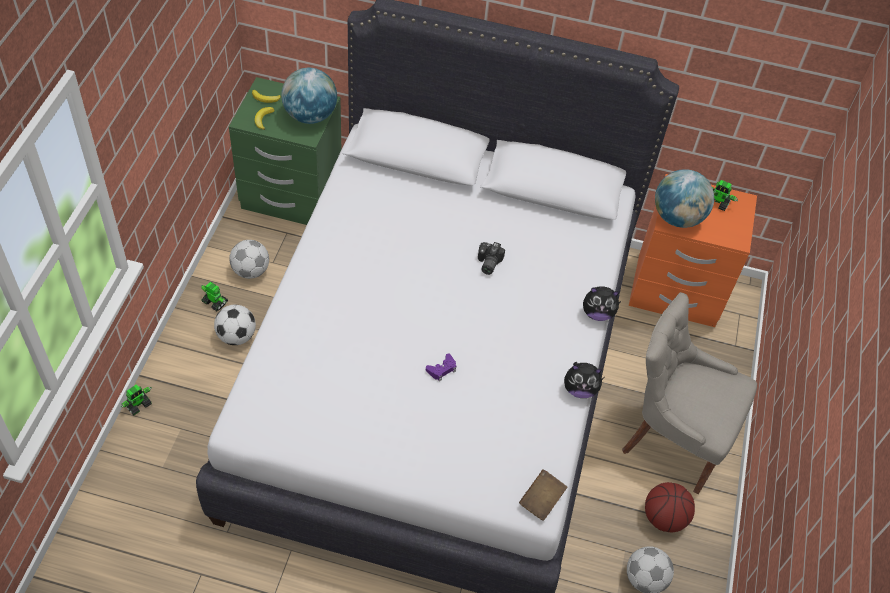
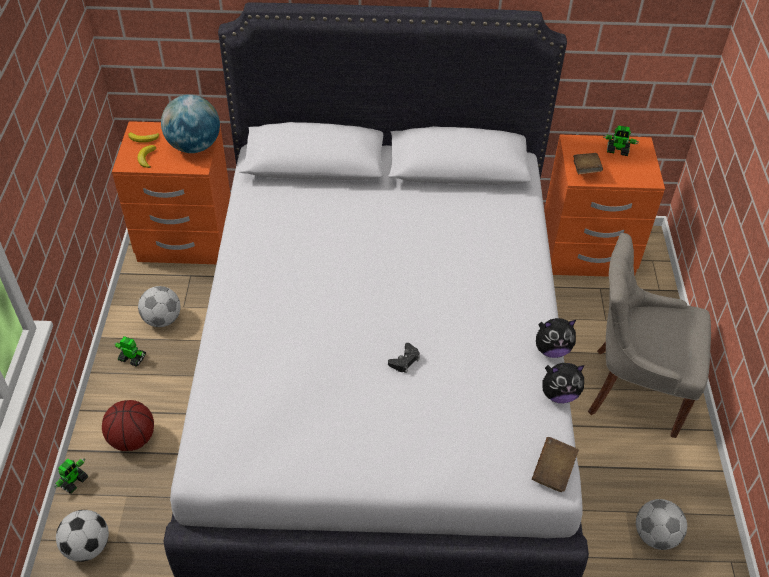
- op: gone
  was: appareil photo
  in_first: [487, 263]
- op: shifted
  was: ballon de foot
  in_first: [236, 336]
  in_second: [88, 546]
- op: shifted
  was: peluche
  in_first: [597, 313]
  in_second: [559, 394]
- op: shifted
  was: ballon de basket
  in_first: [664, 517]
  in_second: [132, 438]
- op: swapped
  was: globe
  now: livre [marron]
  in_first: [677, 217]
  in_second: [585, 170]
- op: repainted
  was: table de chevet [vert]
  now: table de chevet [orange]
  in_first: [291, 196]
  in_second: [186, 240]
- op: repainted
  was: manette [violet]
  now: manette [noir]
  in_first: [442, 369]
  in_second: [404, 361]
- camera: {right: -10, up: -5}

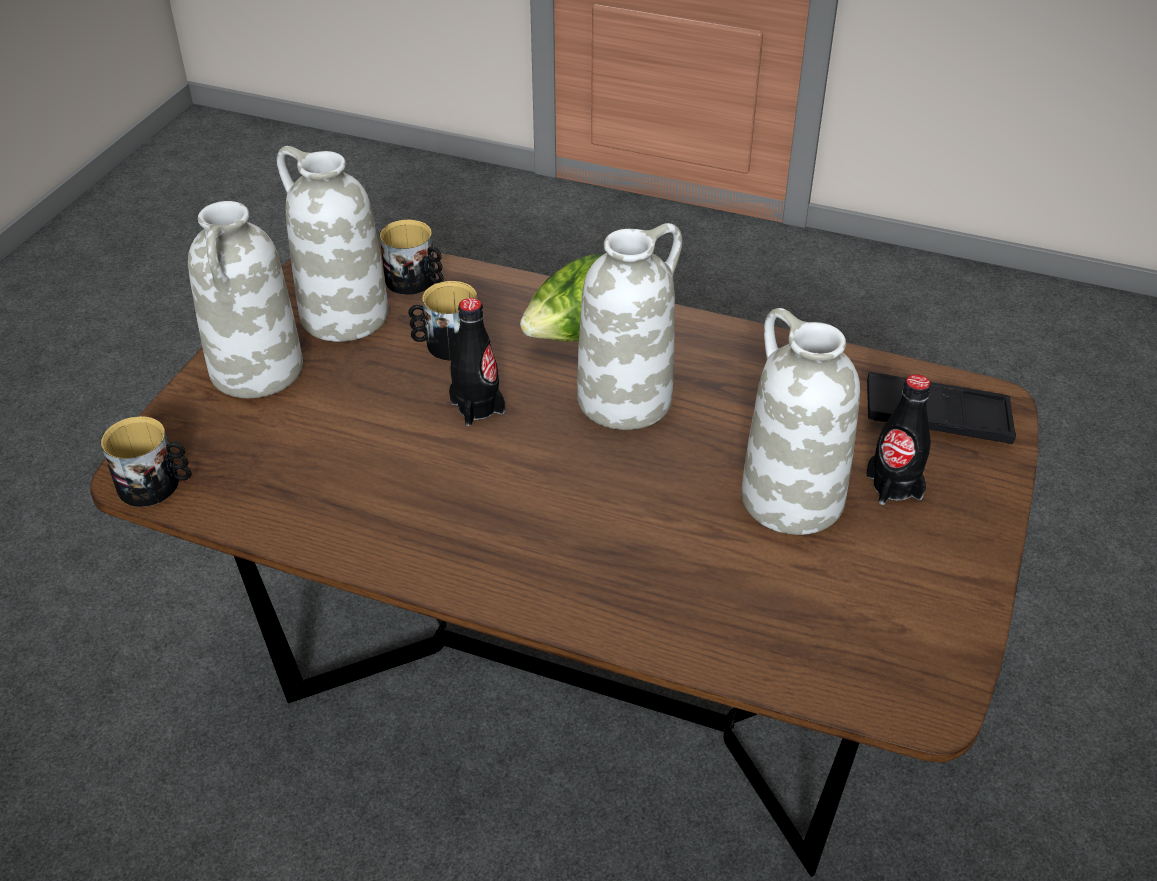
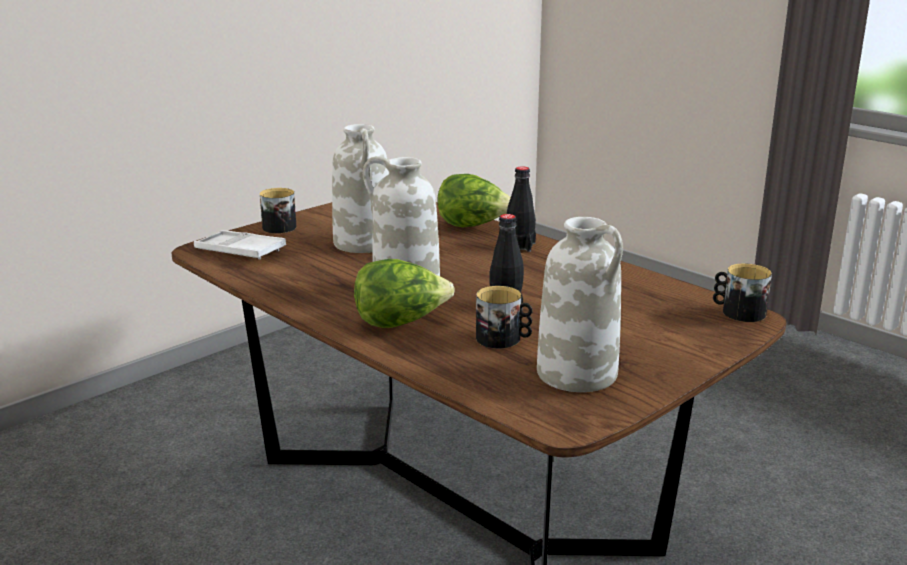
- op: gone
  was: vase [blanc]
  in_first: [257, 371]
- op: new
  now: laitue
  in_second: [473, 226]
- op: shifted
  was: mug
  in_first: [416, 281]
  in_second: [277, 226]
- op: shifted
  was: bouteille [noir]
  in_first: [894, 486]
  in_second: [520, 246]
- op: repainted
  was: plateau [noir]
  now: plateau [blanc]
  in_first: [937, 417]
  in_second: [240, 251]
- camera: {right: -155, up: -20}

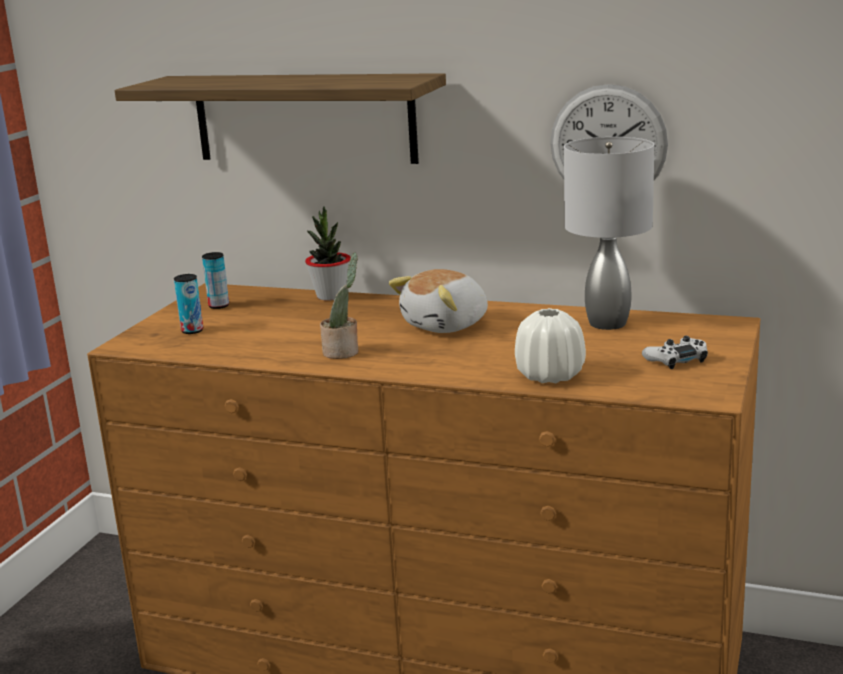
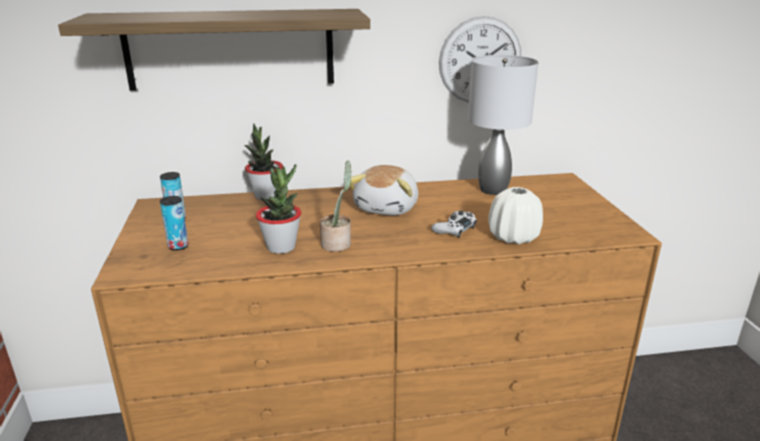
- op: new
  now: plante en pot
  in_second: [281, 247]
- op: shifted
  was: manette [blanc]
  in_first: [676, 360]
  in_second: [454, 229]
- camera: {right: -30, up: 5}

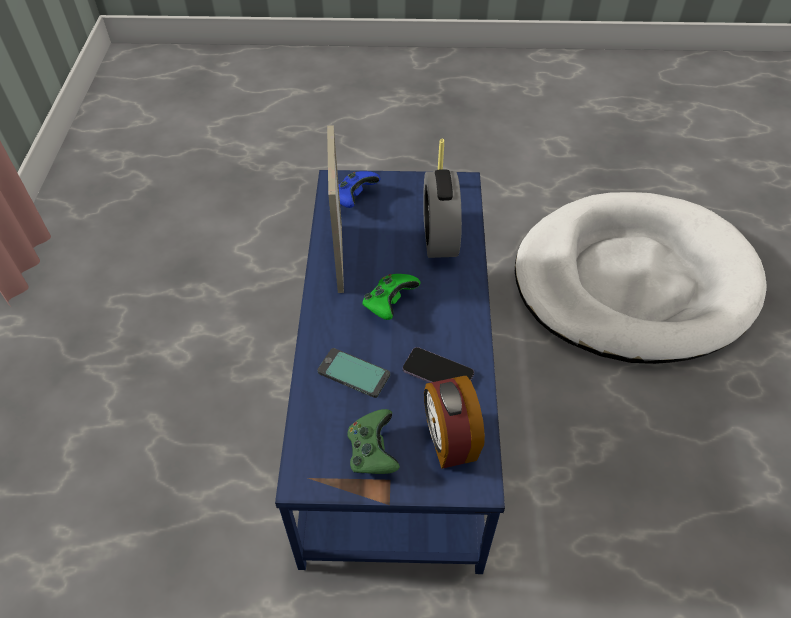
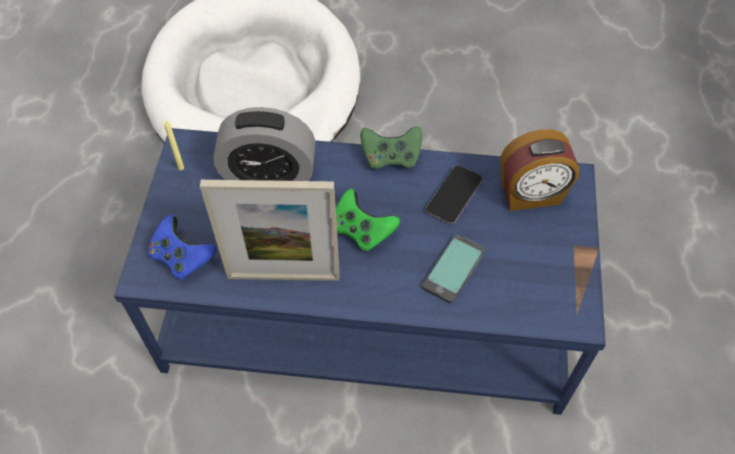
- op: shifted
  was: manette [vert]
  in_first: [372, 452]
  in_second: [391, 157]
- camera: {right: -85, up: 5}

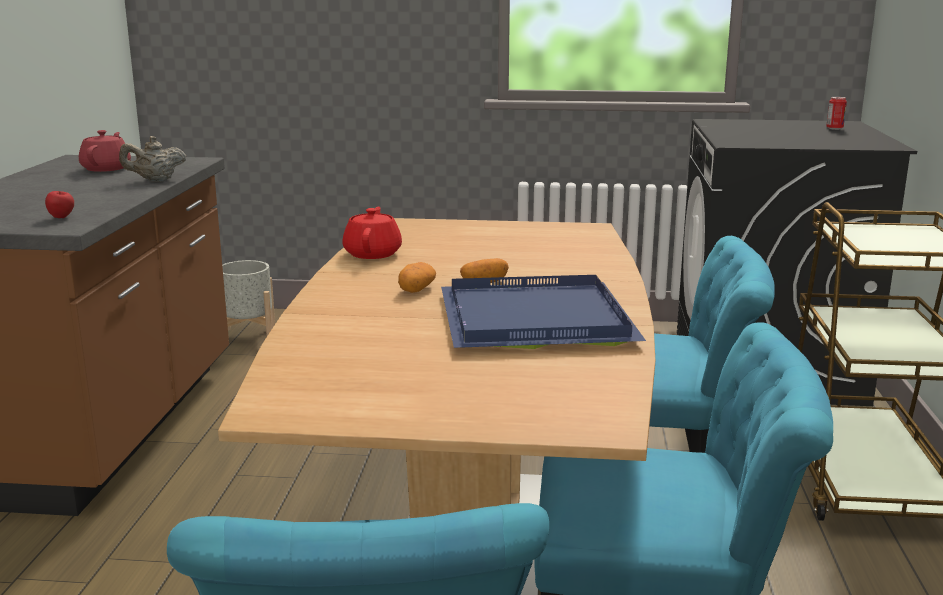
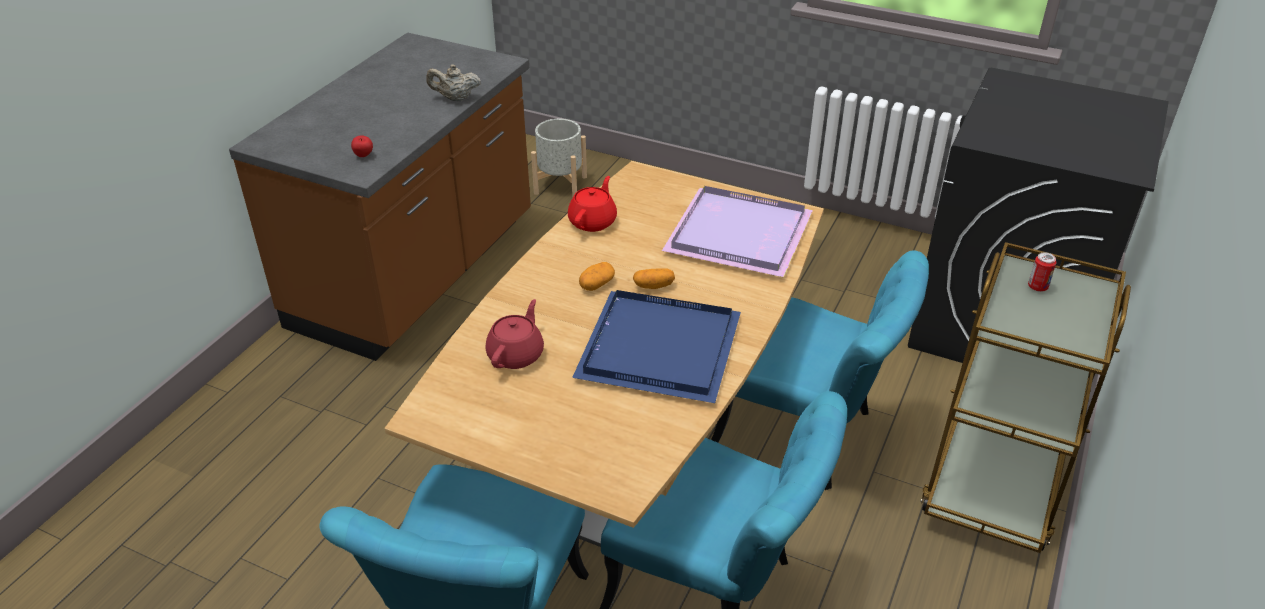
- op: new
  now: plateau [violet]
  in_second: [740, 236]
- op: shifted
  was: théière [rouge]
  in_first: [107, 168]
  in_second: [516, 354]
- op: shifted
  was: boîte métallique
  in_first: [834, 128]
  in_second: [1037, 287]
- camera: {right: 20, up: 20}

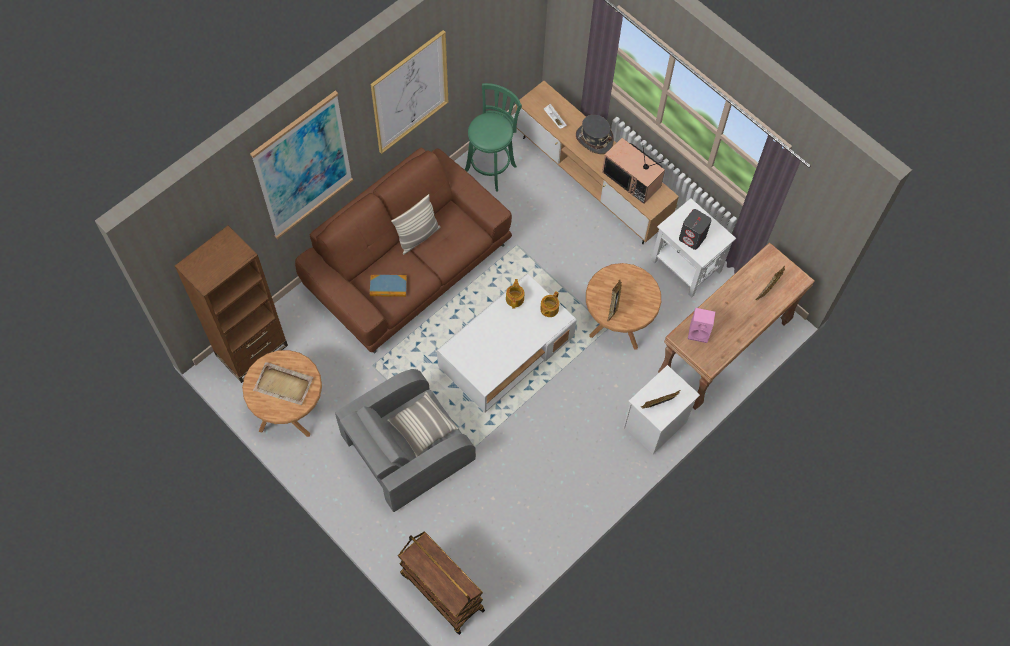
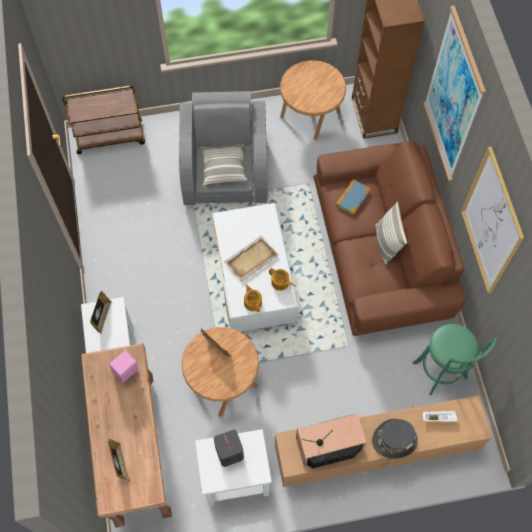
- op: shifted
  was: plateau [beige]
  in_first: [284, 385]
  in_second: [251, 259]
- camera: {right: 125, up: 0}

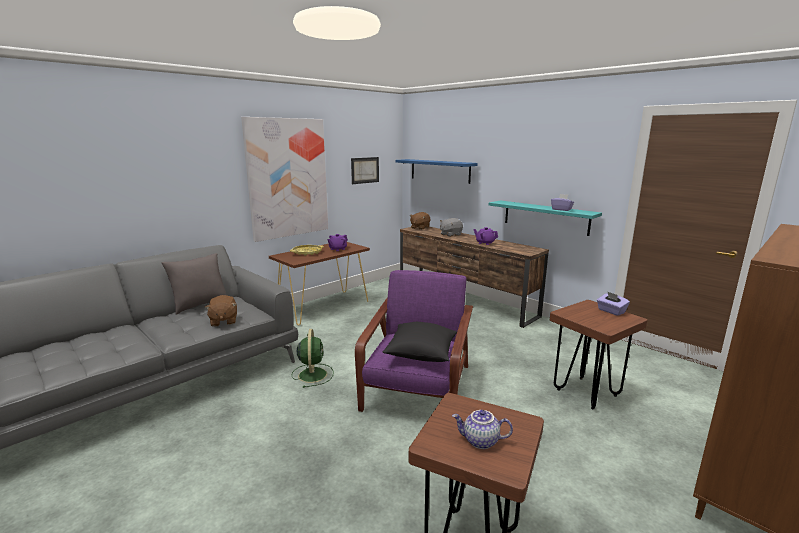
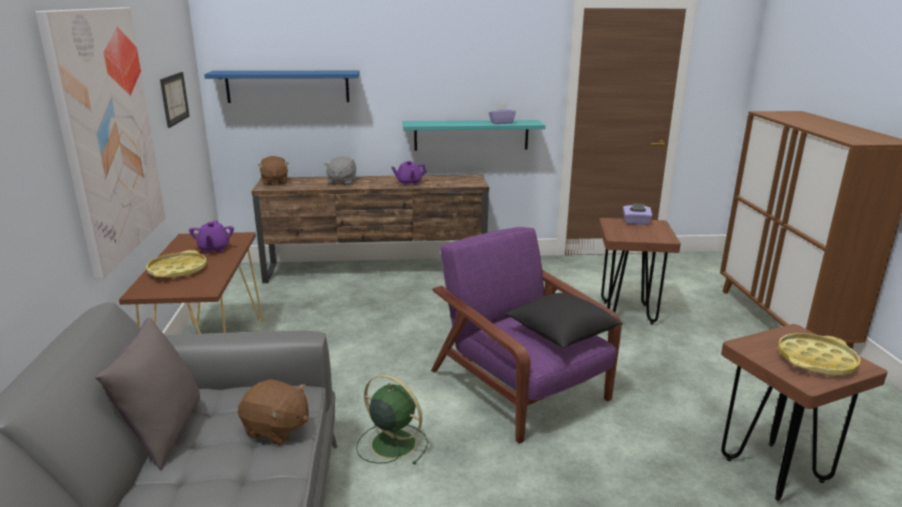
- op: swapped
  was: théière
  now: plateau [jaune]
  in_first: [480, 441]
  in_second: [816, 360]
- camera: {right: -50, up: 5}

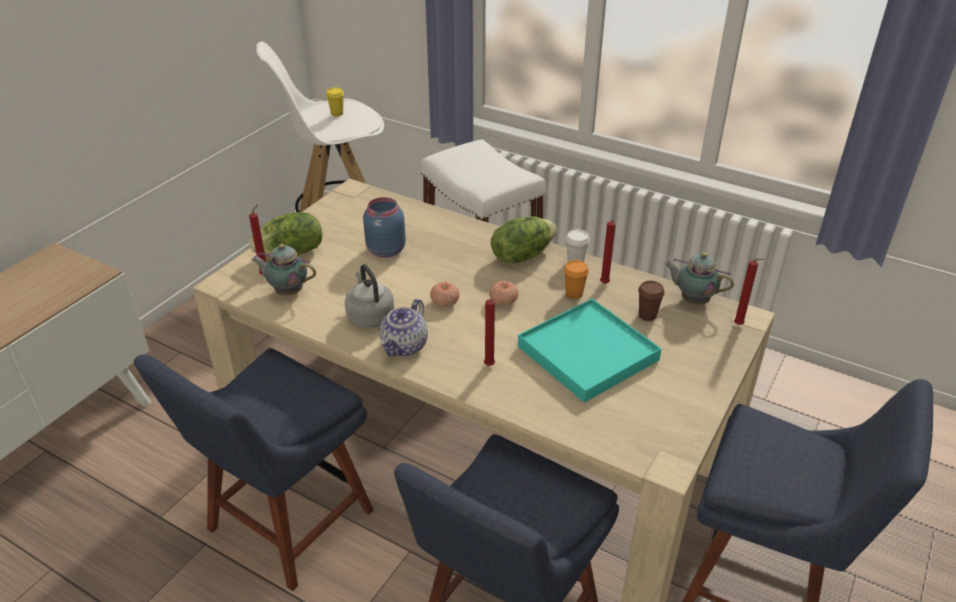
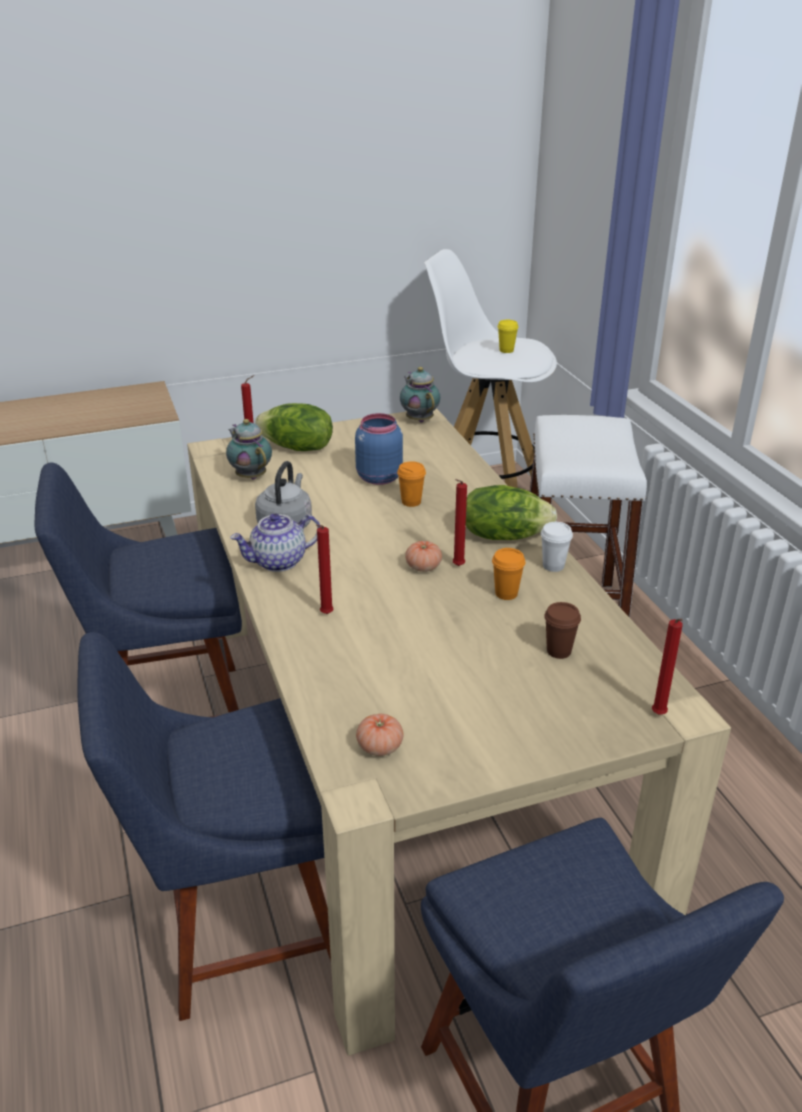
- op: gone
  was: plateau [turquoise]
  in_first: [588, 353]
- op: new
  now: tasse [orange]
  in_second: [411, 502]
- op: shifted
  was: tomate
  in_first: [445, 302]
  in_second: [380, 747]
- op: shifted
  was: bougie [rouge]
  in_first: [604, 284]
  in_second: [457, 567]
- op: shifted
  was: théière
  in_first: [692, 300]
  in_second: [419, 419]
- camera: {right: 40, up: -5}

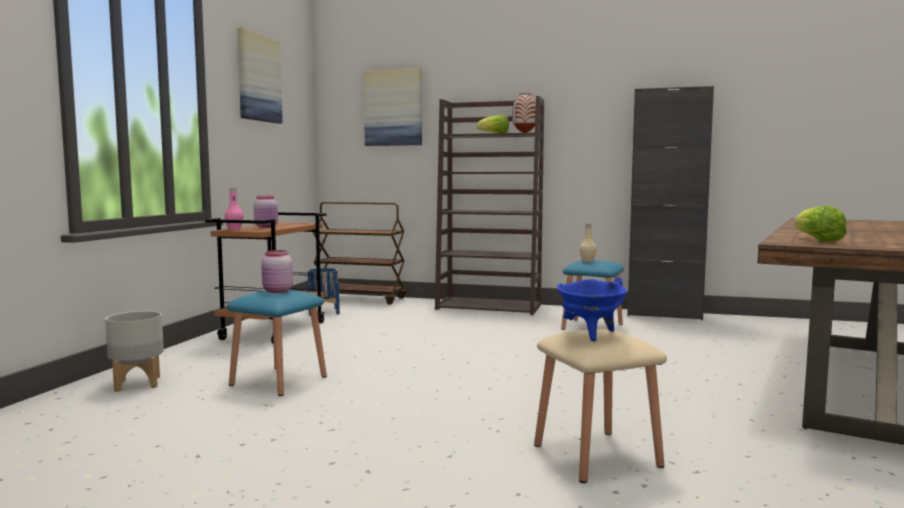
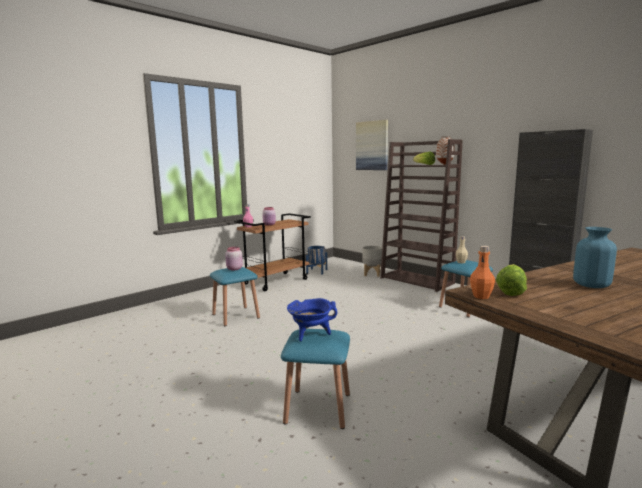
- op: gone
  was: tableau
  in_first: [258, 78]
- op: gone
  was: chariot [marron]
  in_first: [360, 299]
- op: new
  now: bouteille [orange]
  in_second: [481, 296]
- op: new
  now: vase [bleu]
  in_second: [591, 285]
- op: shifted
  was: cache-pot [gris]
  in_first: [137, 384]
  in_second: [372, 274]
- op: repainted
  was: tabouret [beige]
  now: tabouret [bleu]
  in_first: [596, 455]
  in_second: [318, 408]
- camera: {right: 30, up: 5}

